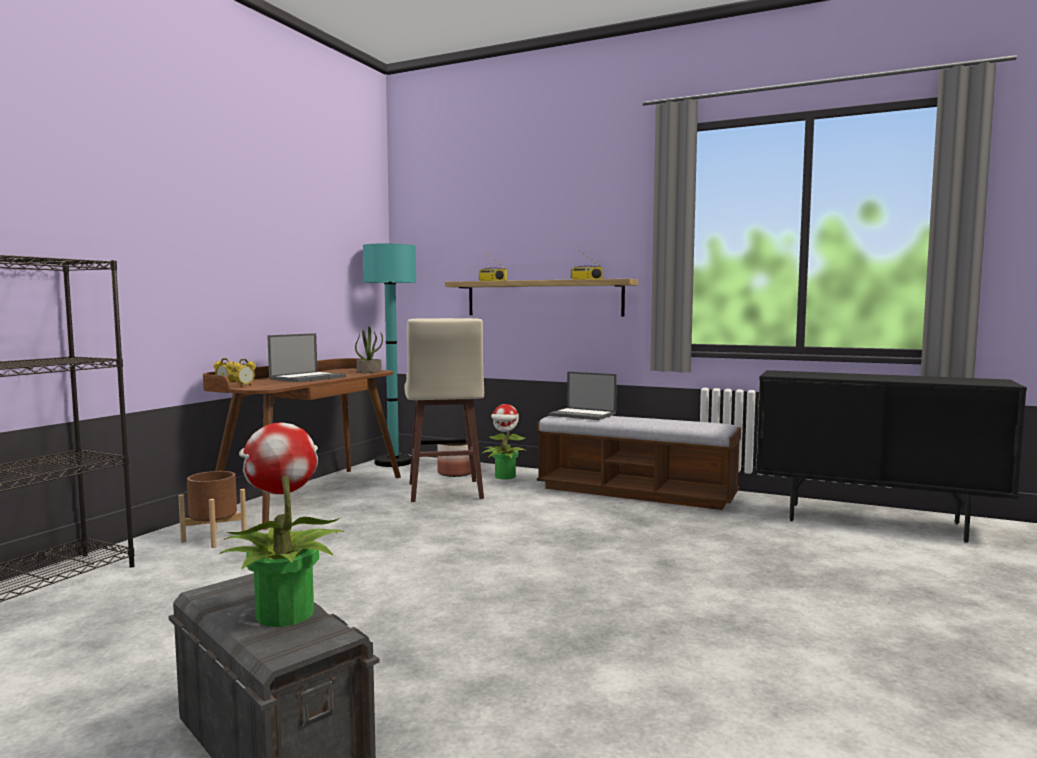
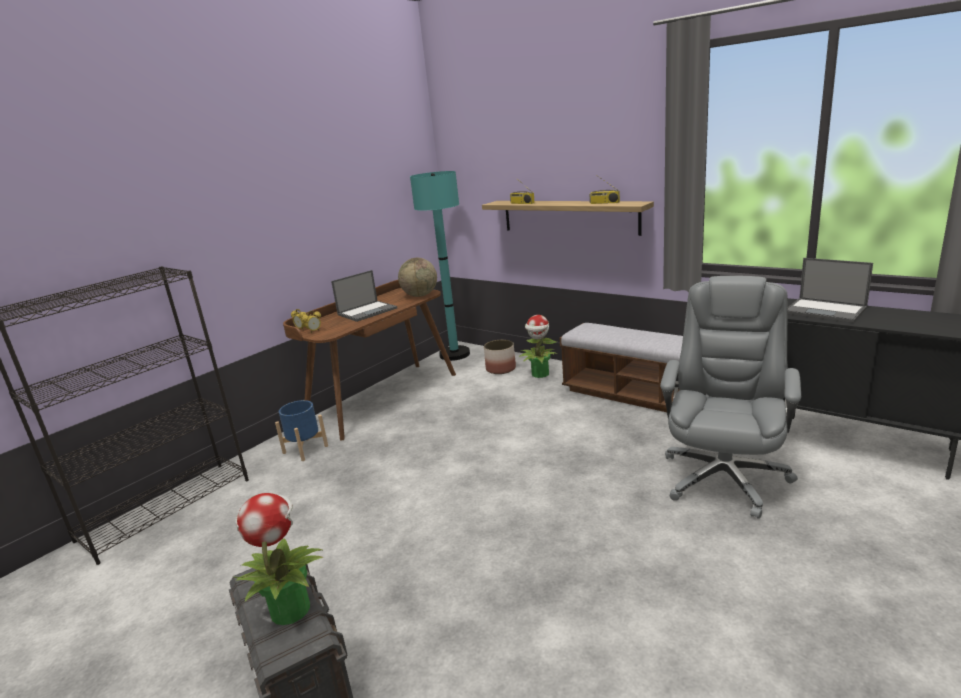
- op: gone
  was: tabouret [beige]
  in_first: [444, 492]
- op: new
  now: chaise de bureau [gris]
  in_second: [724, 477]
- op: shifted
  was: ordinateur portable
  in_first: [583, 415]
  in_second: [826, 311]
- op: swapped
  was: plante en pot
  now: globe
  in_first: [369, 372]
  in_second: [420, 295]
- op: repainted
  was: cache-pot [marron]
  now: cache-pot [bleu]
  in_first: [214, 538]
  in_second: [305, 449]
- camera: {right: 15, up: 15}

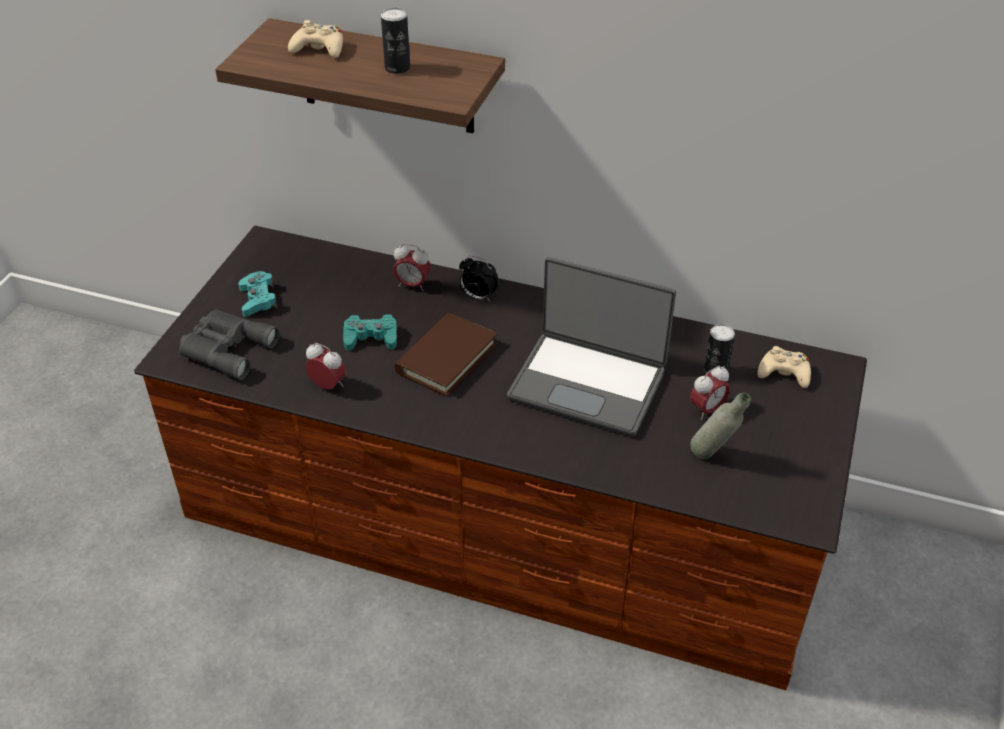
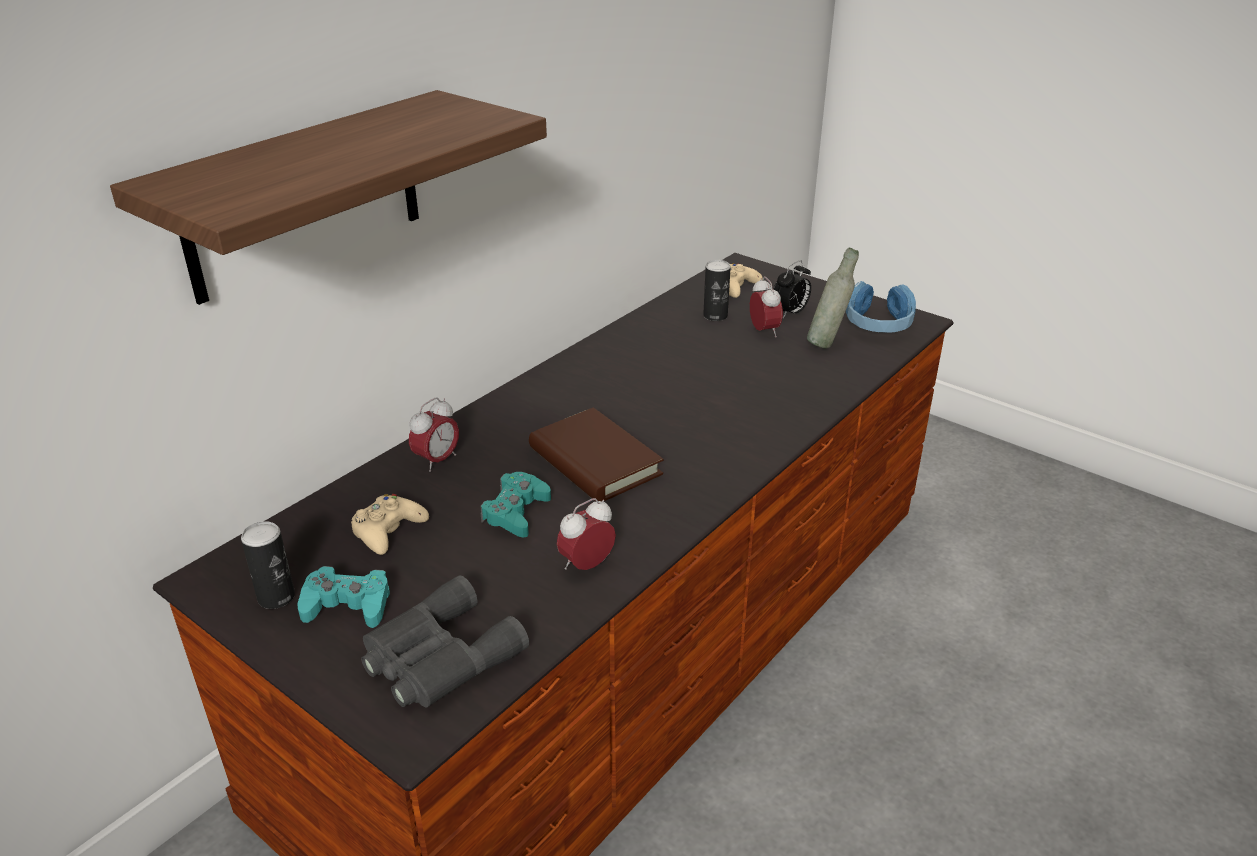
- op: gone
  was: ordinateur portable
  in_first: [588, 383]
- op: new
  now: casque audio [bleu]
  in_second: [878, 323]
- op: shifted
  was: manette [beige]
  in_first: [319, 49]
  in_second: [388, 531]
- op: shifted
  was: boîte métallique
  in_first: [397, 68]
  in_second: [276, 597]
- op: shifted
  was: réveil
  in_first: [478, 297]
  in_second: [790, 313]
- camera: {right: -70, up: -10}

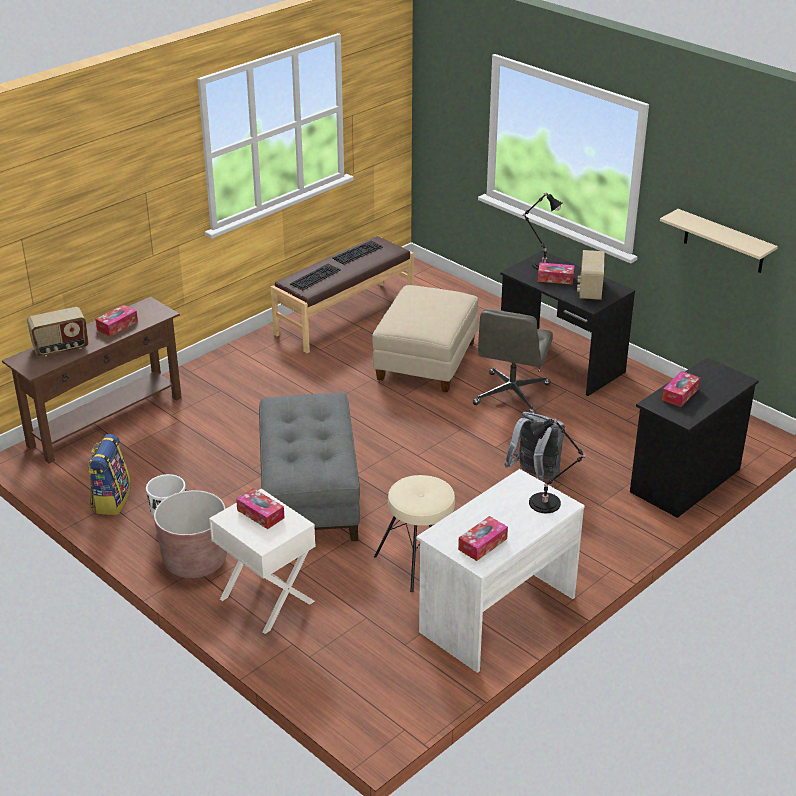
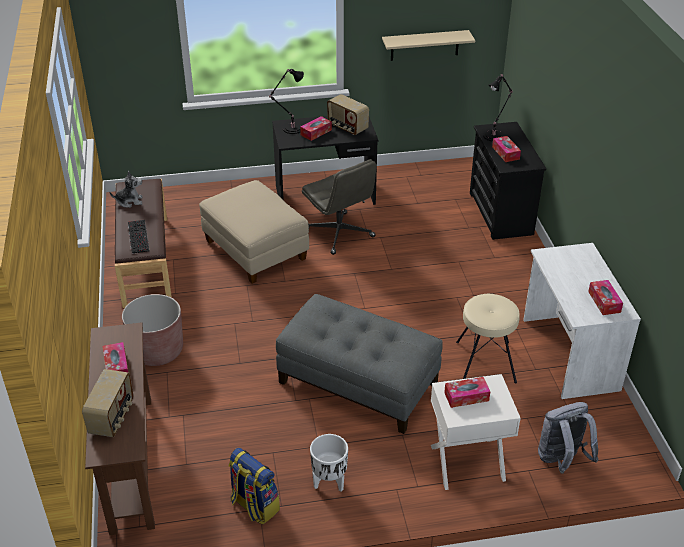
- op: shifted
  was: cache-pot [marron]
  in_first: [195, 561]
  in_second: [157, 351]
- op: shifted
  was: sac à dos [gris]
  in_first: [534, 475]
  in_second: [561, 460]
- op: shifted
  was: lampe de table [noir]
  in_first: [547, 503]
  in_second: [494, 135]
- op: swapped
  was: clavier
  now: peluche
  in_first: [357, 252]
  in_second: [129, 201]
- camera: {right: -55, up: 5}

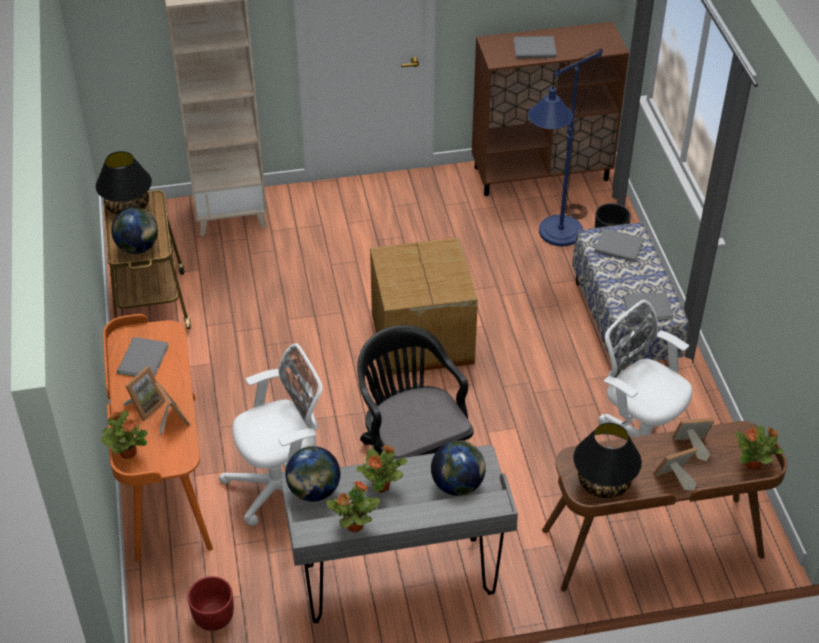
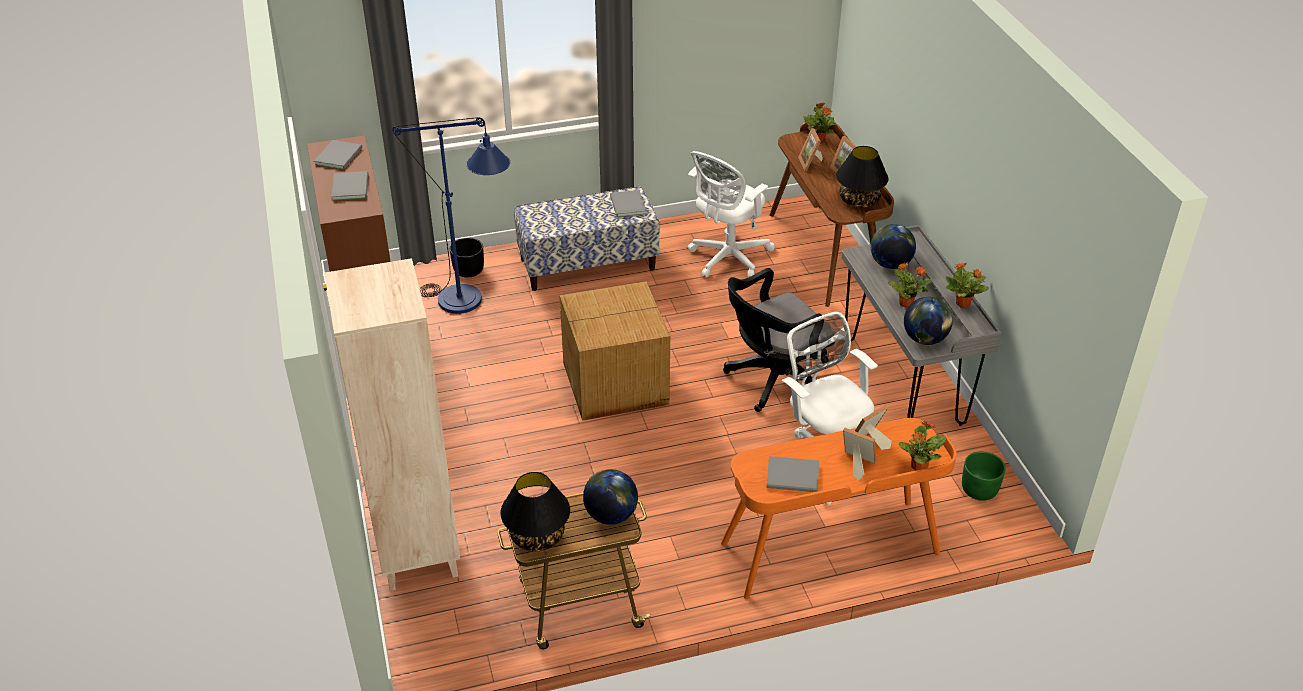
- op: shifted
  was: livre [gris]
  in_first: [620, 248]
  in_second: [340, 155]
- op: repainted
  was: cache-pot [rouge]
  now: cache-pot [vert]
  in_first: [213, 617]
  in_second: [979, 490]
- camera: {right: -95, up: -5}

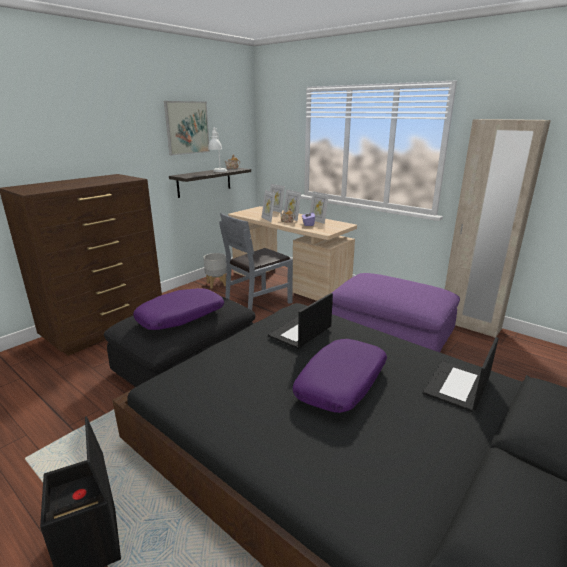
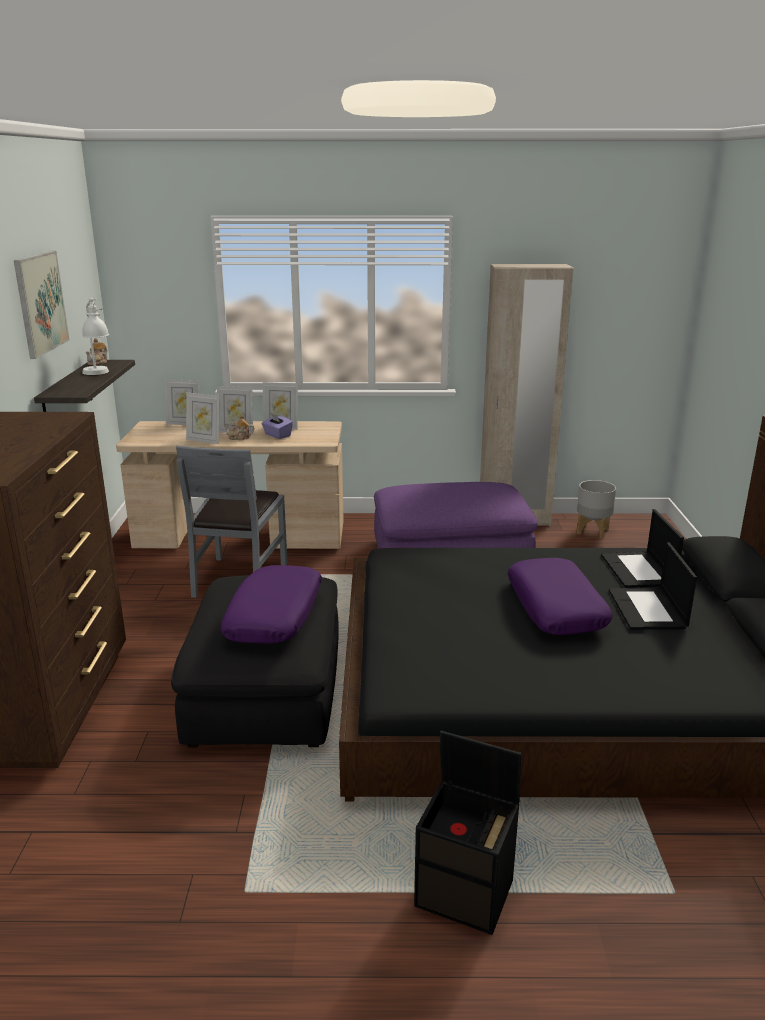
- op: shifted
  was: cache-pot [gris]
  in_first: [216, 284]
  in_second: [593, 531]
- op: shifted
  was: ordinateur portable
  in_first: [300, 332]
  in_second: [648, 610]
- camera: {right: -40, up: 0}

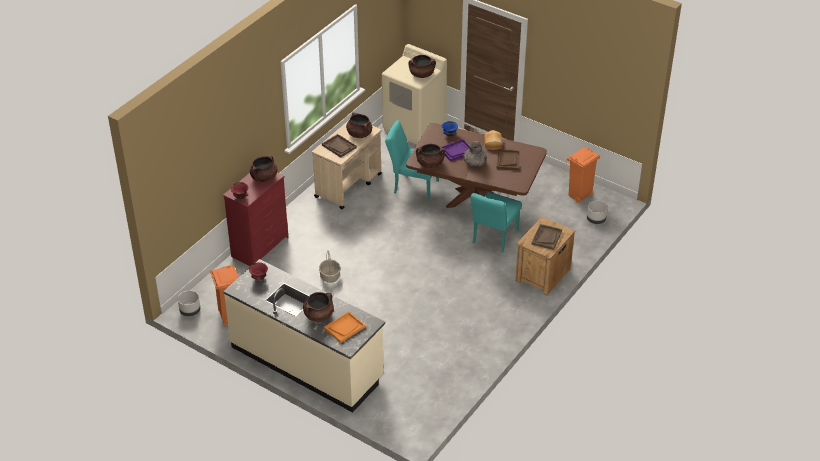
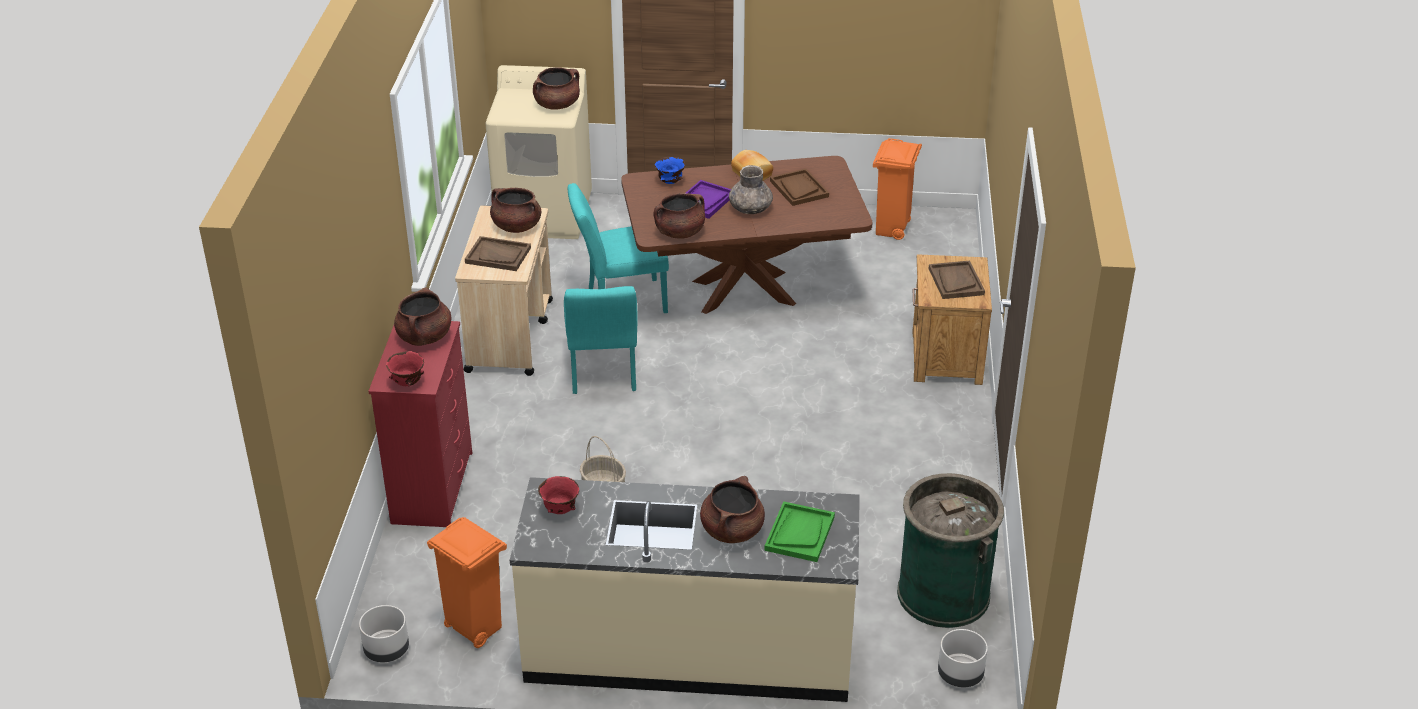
- op: new
  now: poubelle [vert]
  in_second: [943, 594]
- op: shifted
  was: chaise [turquoise]
  in_first: [493, 238]
  in_second: [603, 374]
- op: shifted
  was: cache-pot [gris]
  in_first: [596, 220]
  in_second: [960, 675]
- op: repainted
  was: plateau [orange]
  now: plateau [vert]
  in_first: [344, 328]
  in_second: [799, 533]
- camera: {right: -30, up: -5}

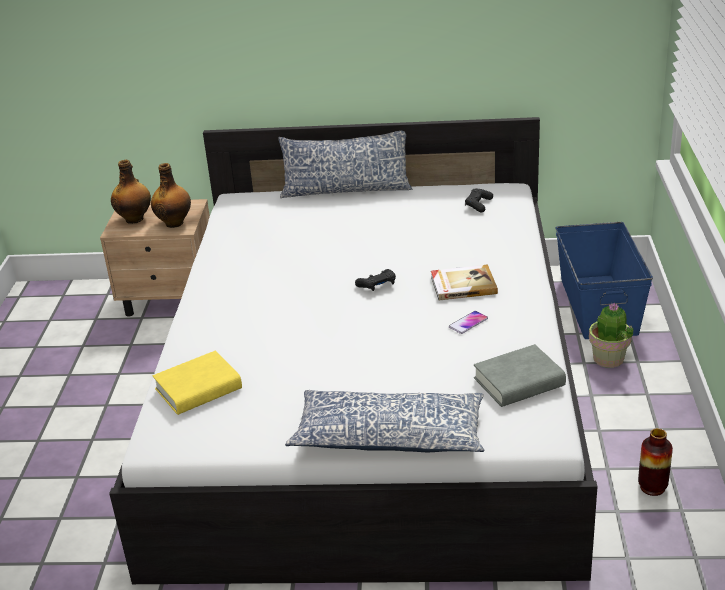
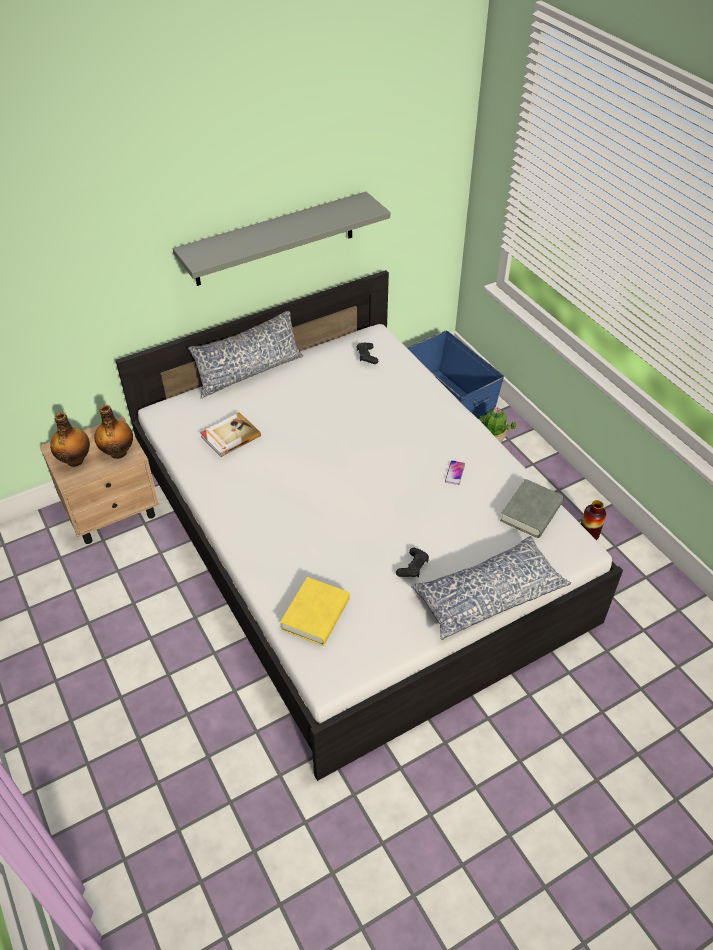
- op: new
  now: étagère [gris]
  in_second: [275, 239]
- op: shifted
  was: manette [noir]
  in_first: [377, 285]
  in_second: [413, 567]
- op: shifted
  was: livre
  in_first: [462, 285]
  in_second: [230, 436]
- camera: {right: -35, up: 15}

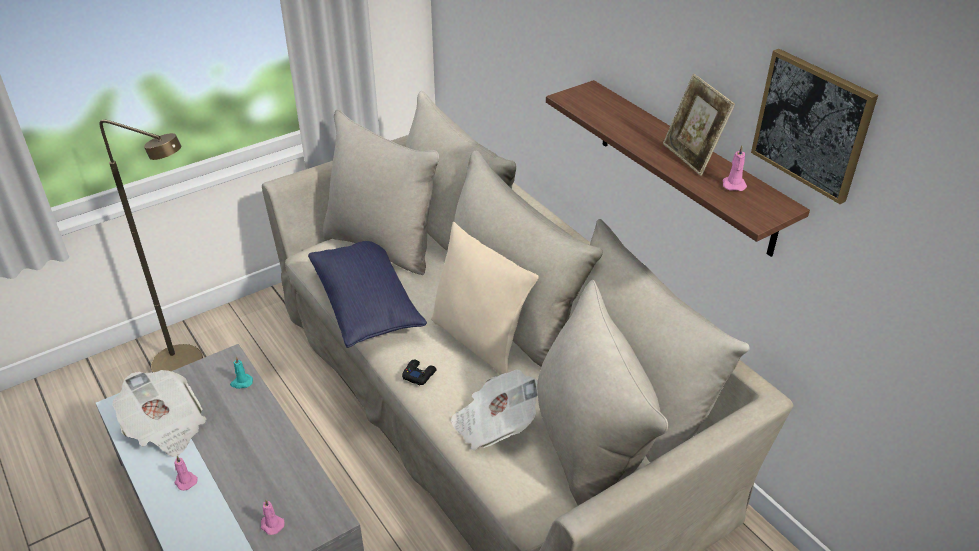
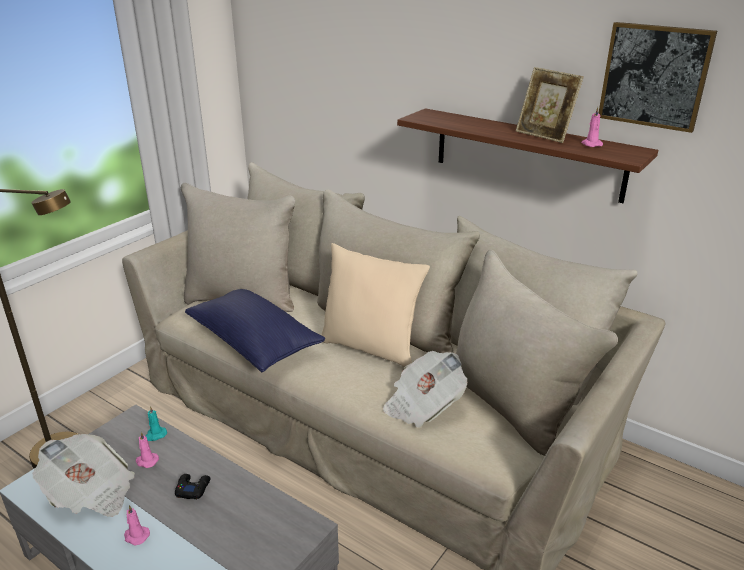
- op: shifted
  was: bougie [rose]
  in_first: [271, 525]
  in_second: [146, 461]
- op: shifted
  was: manette [noir]
  in_first: [419, 374]
  in_second: [192, 488]
- camera: {right: -20, up: -10}

